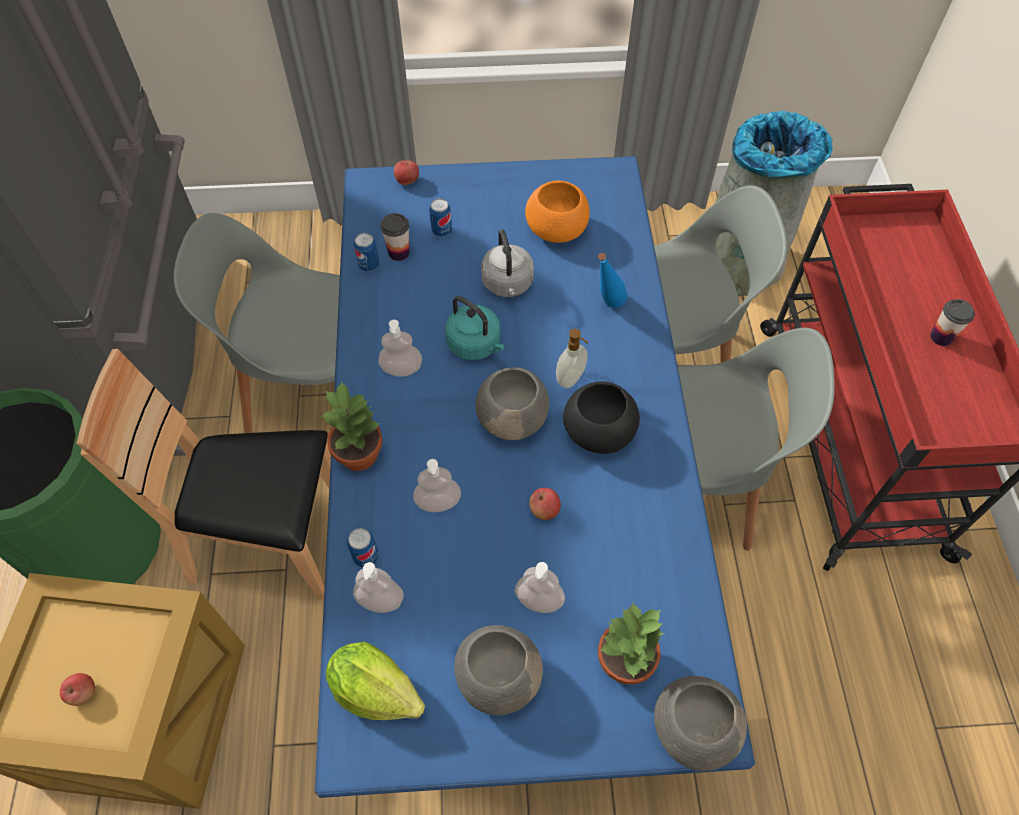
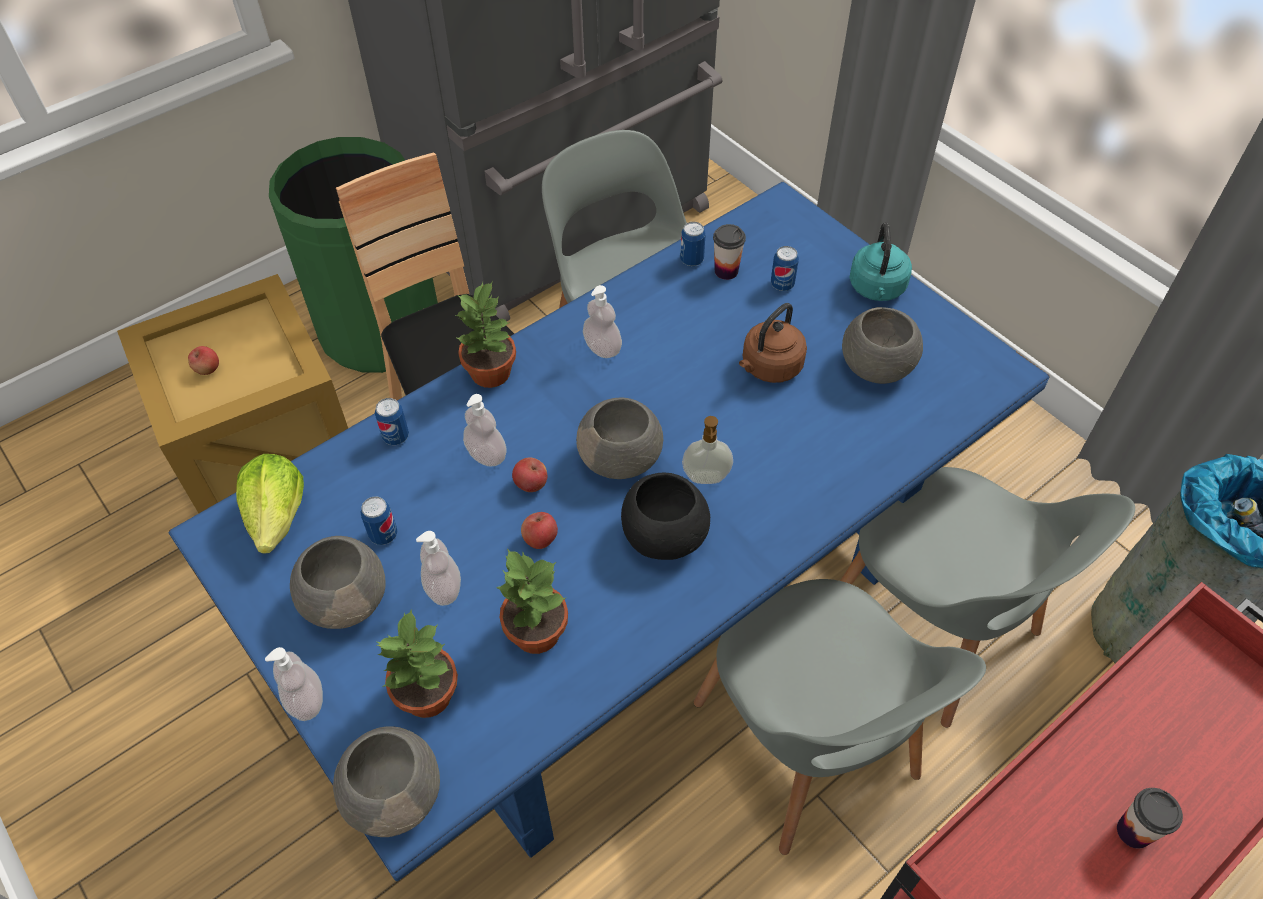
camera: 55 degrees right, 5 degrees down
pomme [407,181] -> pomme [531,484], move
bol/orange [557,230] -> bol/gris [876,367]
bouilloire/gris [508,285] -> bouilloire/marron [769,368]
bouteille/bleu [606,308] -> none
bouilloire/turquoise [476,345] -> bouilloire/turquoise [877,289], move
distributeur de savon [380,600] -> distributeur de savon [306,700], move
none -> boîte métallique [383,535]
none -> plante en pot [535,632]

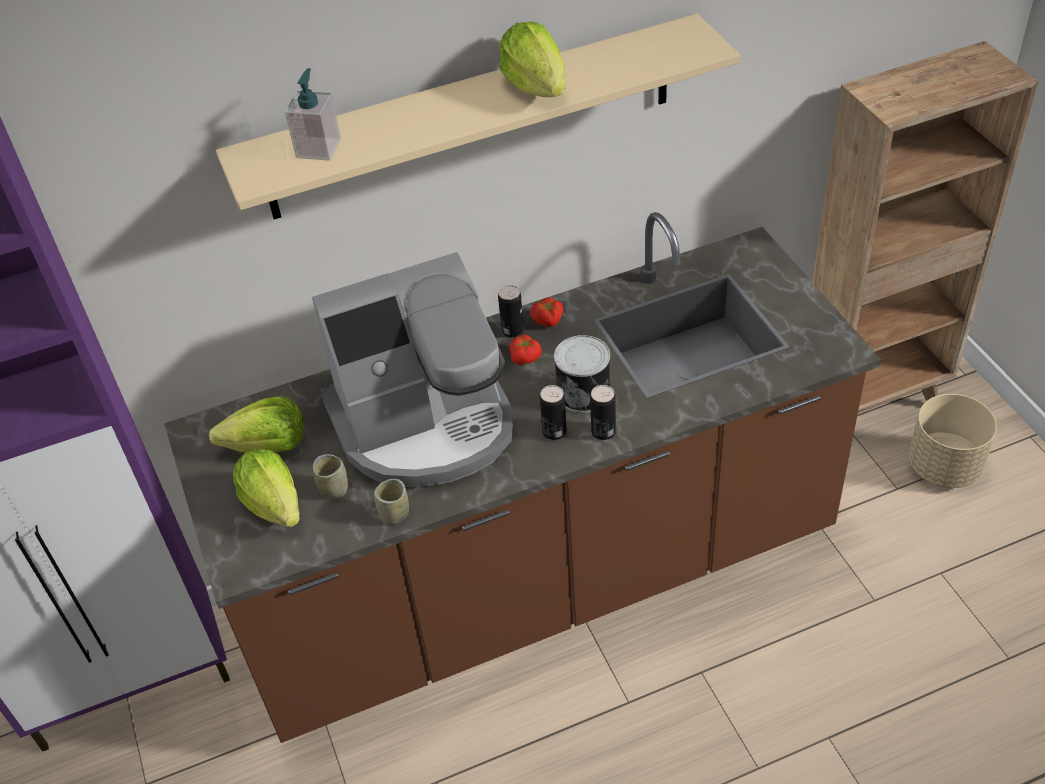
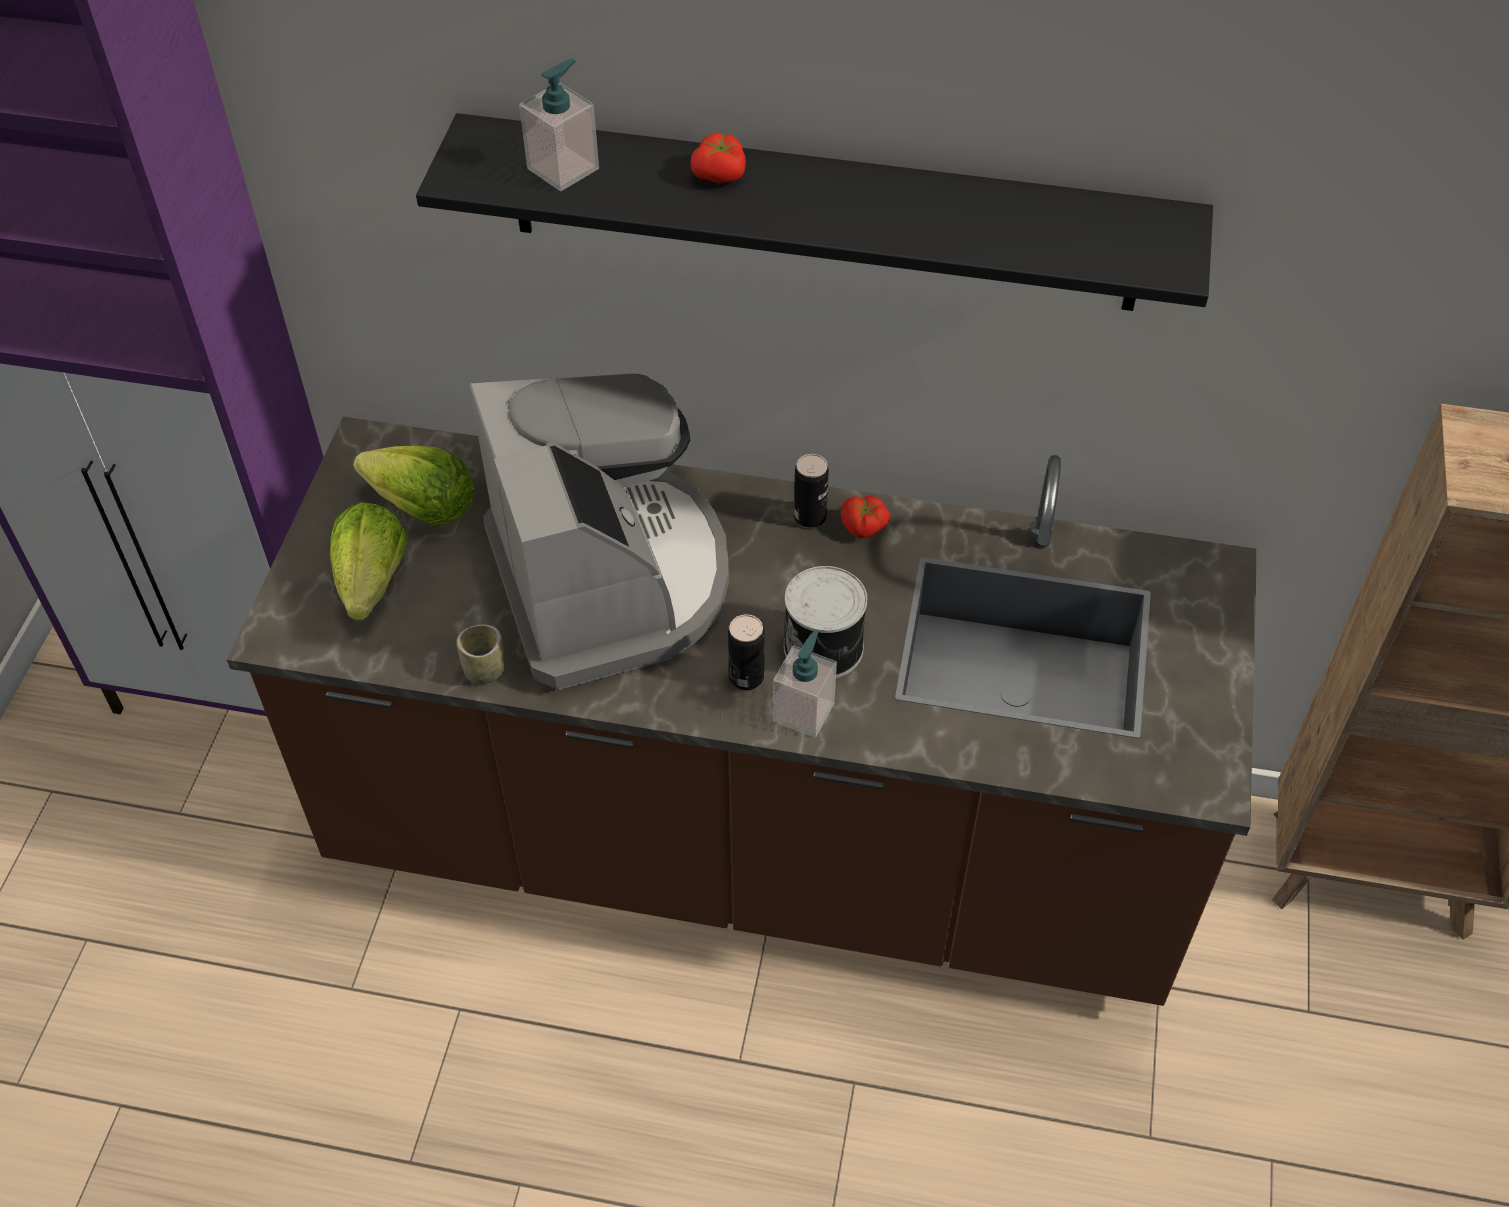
camera: 30 degrees right, 5 degrees up
étagère/beige [472,118] -> étagère/noir [822,214]
laitue [536,87] -> none
machine à café [426,424] -> machine à café [610,580], 120 degrees counterclockwise
tomate [526,358] -> tomate [721,175], move
boîte métallique [603,431] -> distributeur de savon [803,712]
cache-pot/beige [943,466] -> none
tasse [334,489] -> none

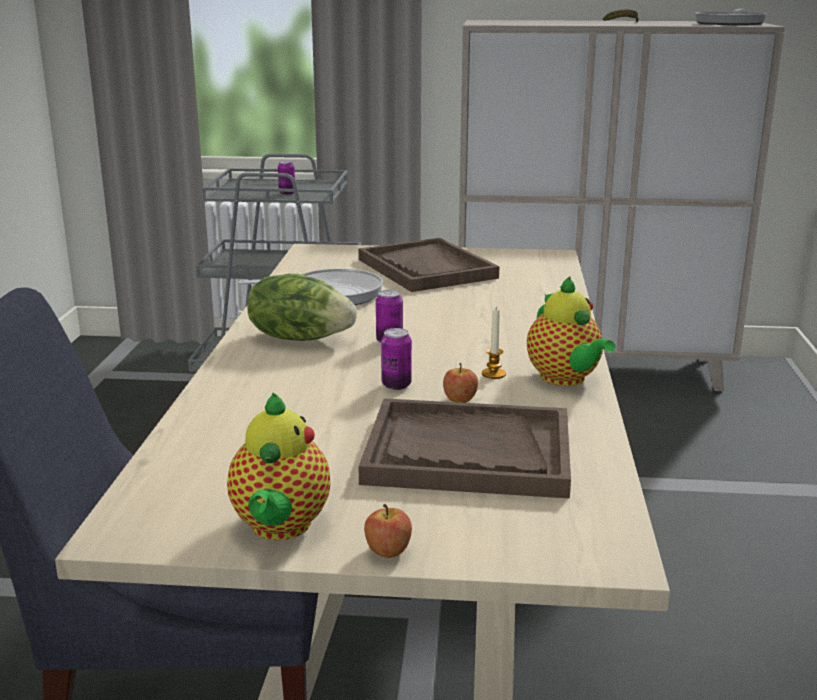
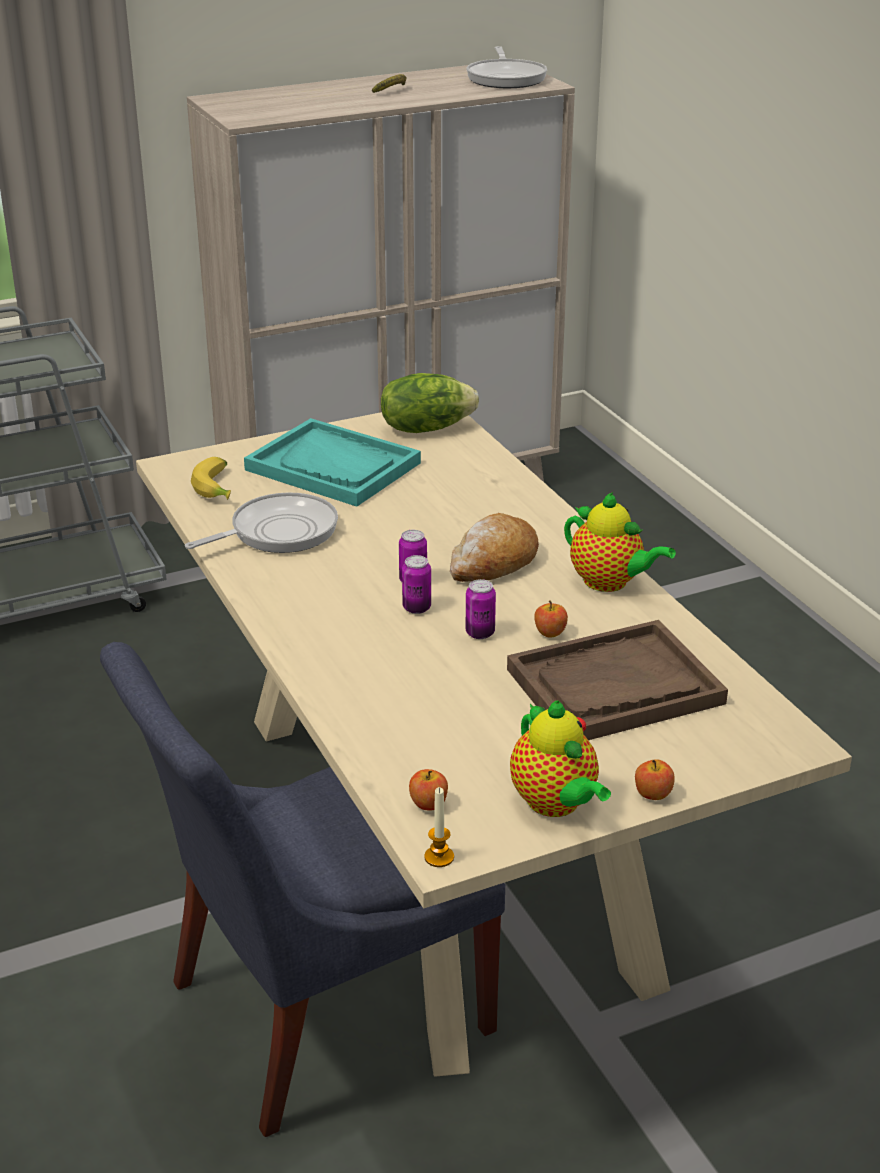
camera: 30 degrees left, 10 degrees up
boîte métallique [287,193] -> boîte métallique [416,608], move
plateau/marron [427,269] -> plateau/turquoise [333,466]
laitue [300,337] -> laitue [426,428], move
bougie [493,374] -> bougie [439,857], move
none -> banane [219,488]
none -> pain [493,562]
none -> pomme [428,804]

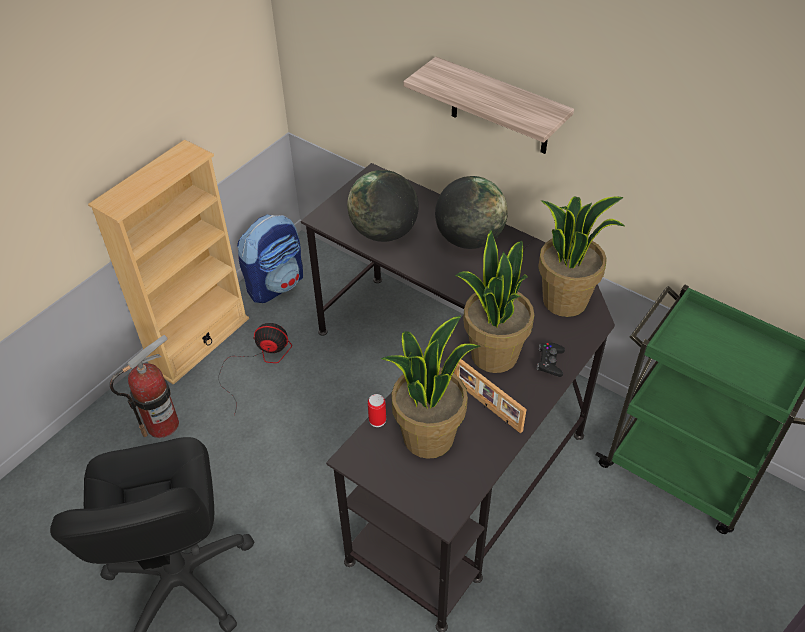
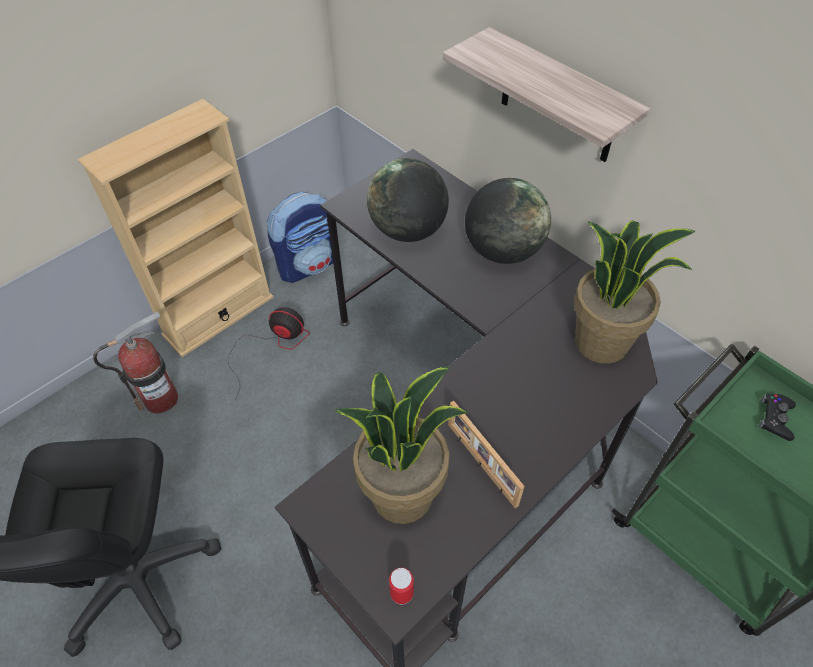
camera: 10 degrees right, 5 degrees up
plante en pot [493,354] -> none
manette/noir [550,362] -> manette/noir [775,418], move
boîte métallique [377,420] -> boîte métallique [401,593], move

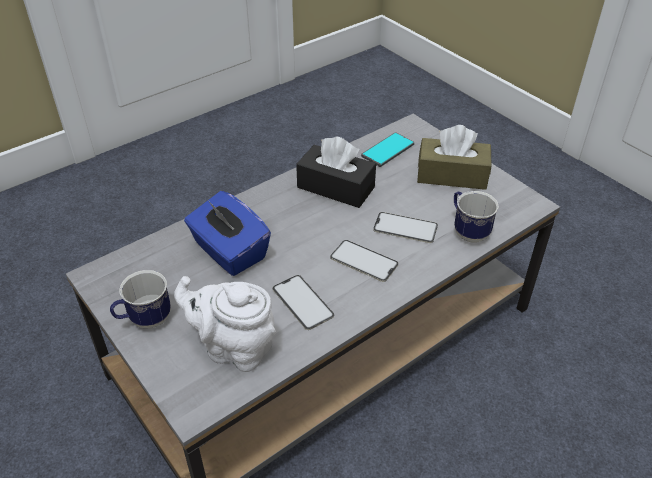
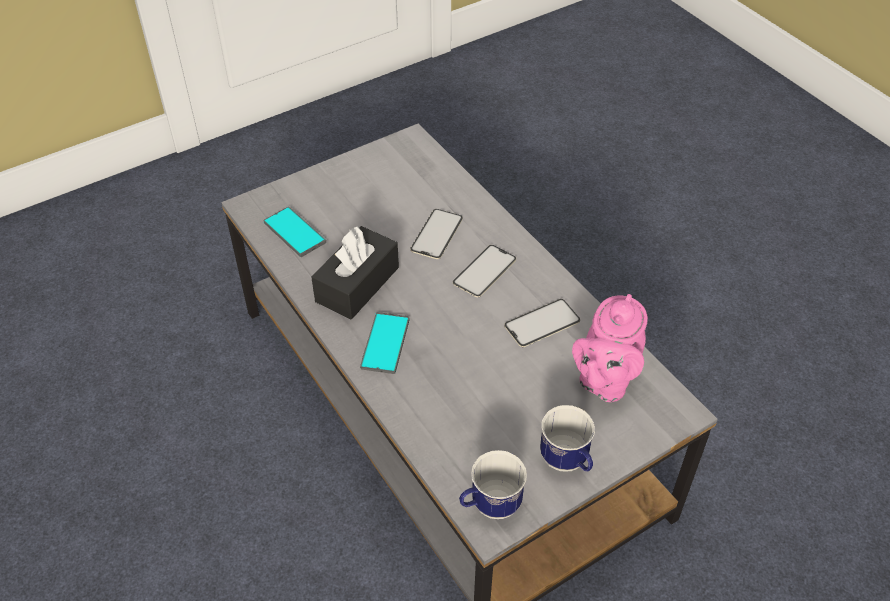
camera: 85 degrees left, 5 degrees up
boîte à mouchoirs/marron [452,175] -> none
boîte à mouchoirs/bleu [229,252] -> none
mug [467,231] -> mug [489,506], move
théière/blanc [234,348] -> théière/rose [604,380]
none -> téléphone [385,343]

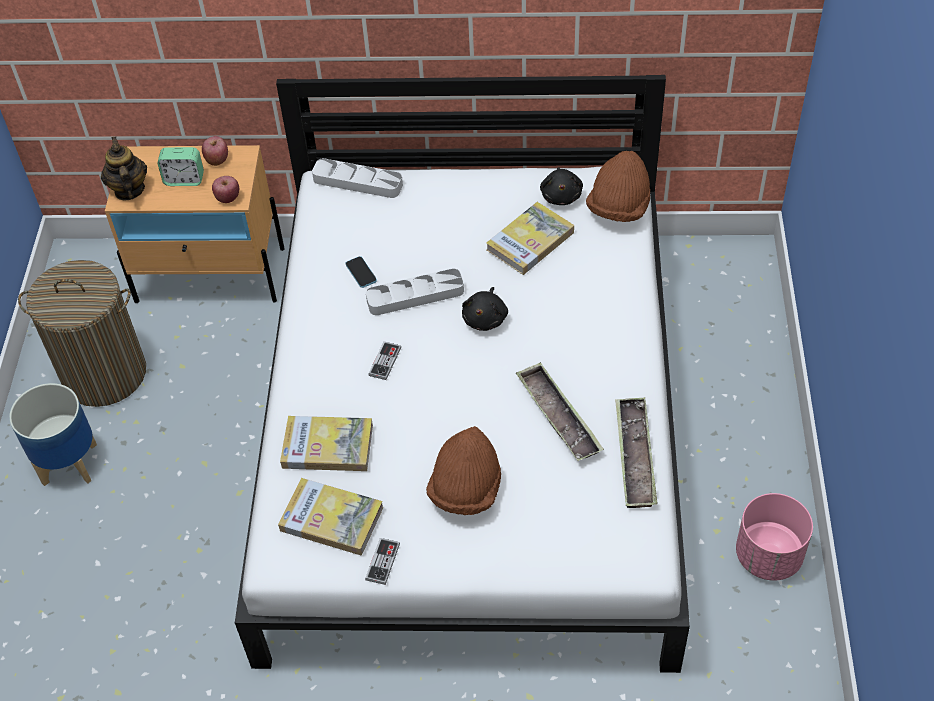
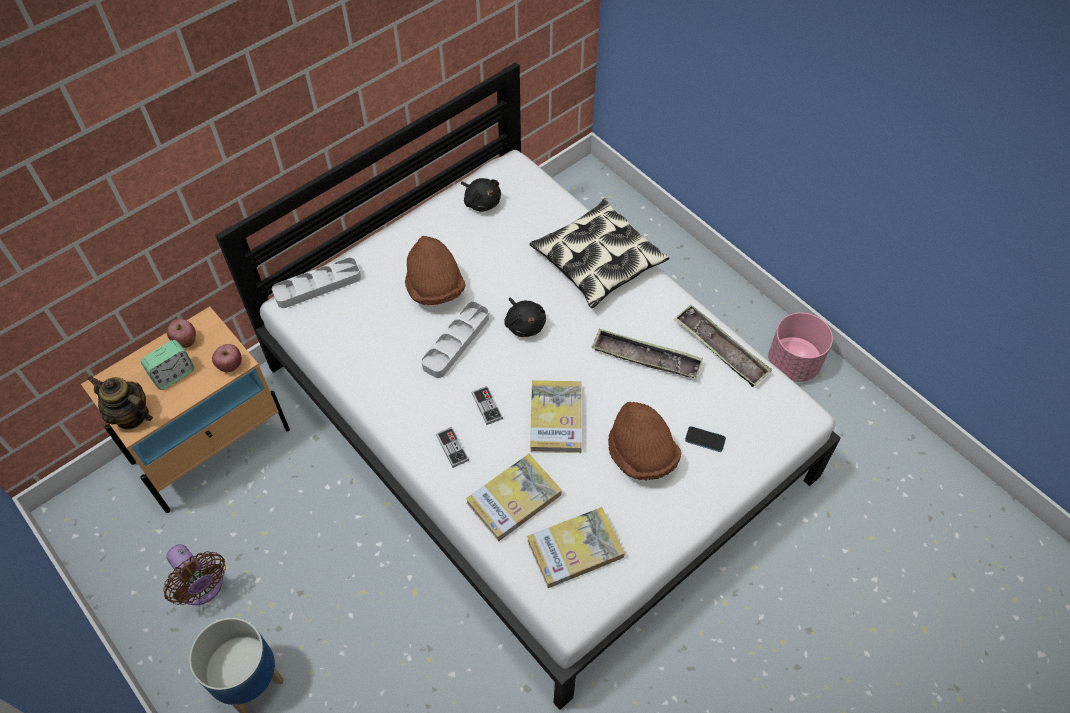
camera: 45 degrees left, 5 degrees up
chapeau/marron [618,208] -> chapeau/marron [435,288], move
livre [530,241] -> livre [556,418], move
téléphone [361,273] -> téléphone [705,439], move
panier à linge [105,373] -> ventilateur/marron [202,587]
manette [383,562] -> manette [452,448], move
none -> coussin [597,261]

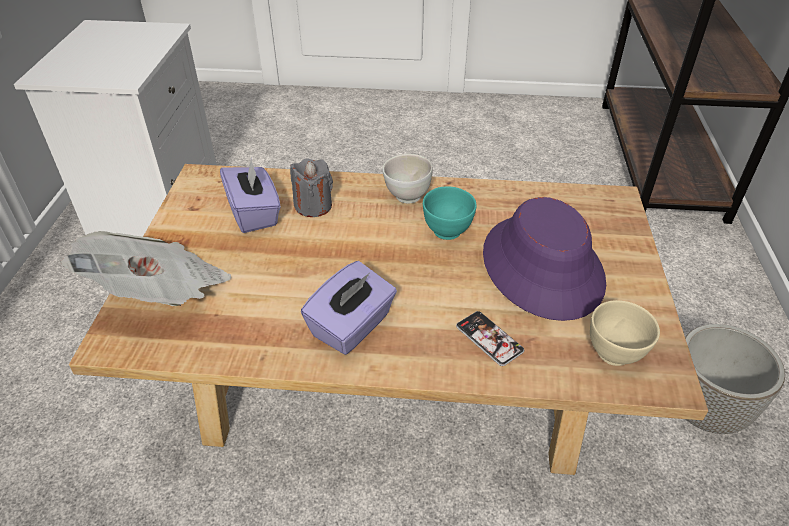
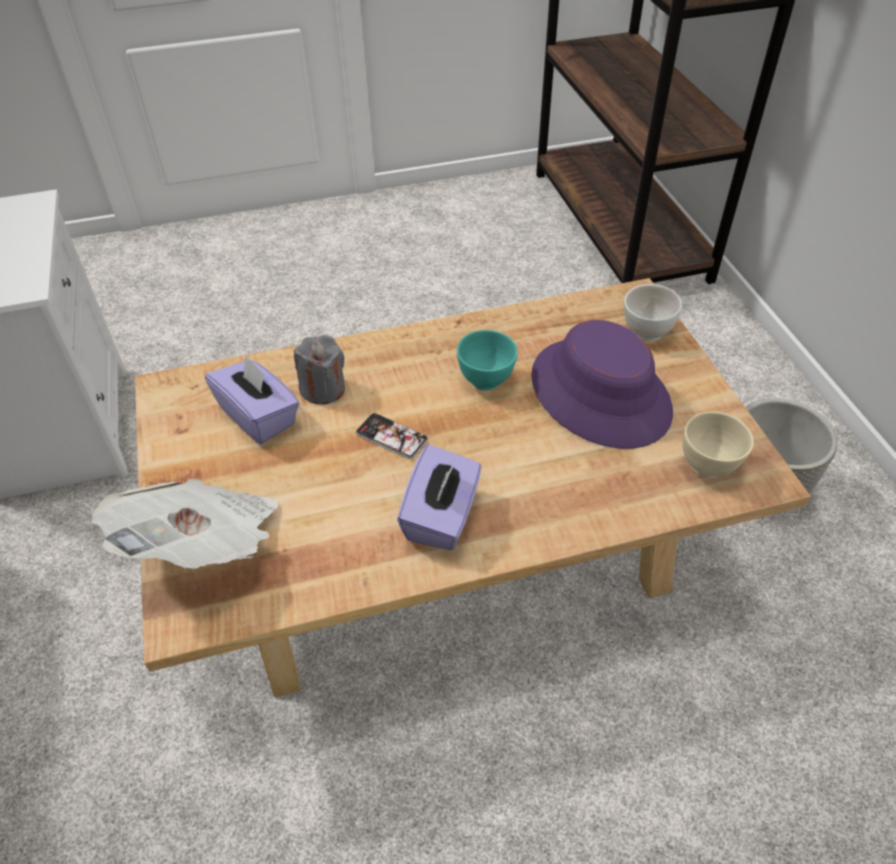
camera: 20 degrees left, 5 degrees up
bol/blanc [407,196] -> bol/blanc [646,333], move
téléphone [489,339] -> téléphone [391,436], move

